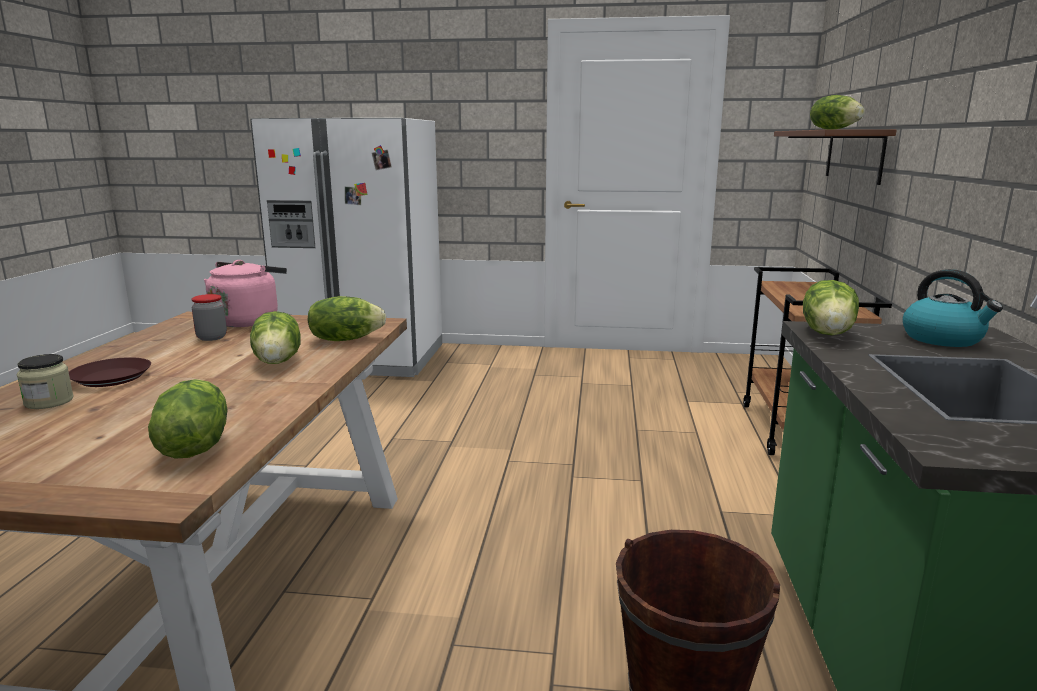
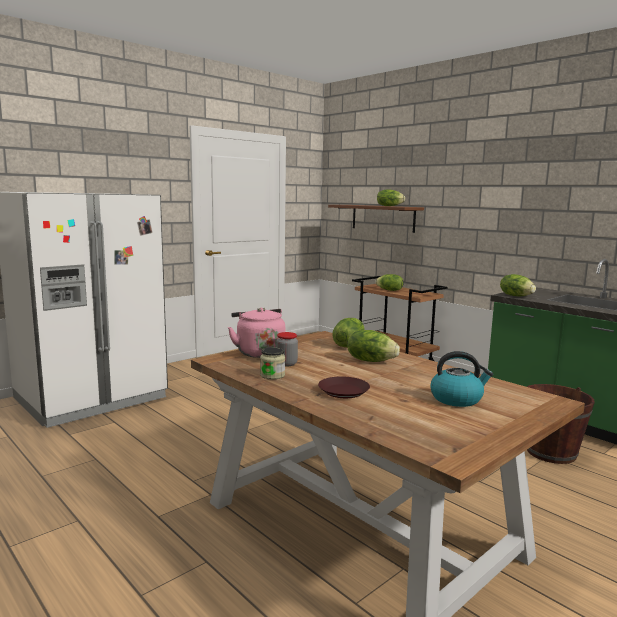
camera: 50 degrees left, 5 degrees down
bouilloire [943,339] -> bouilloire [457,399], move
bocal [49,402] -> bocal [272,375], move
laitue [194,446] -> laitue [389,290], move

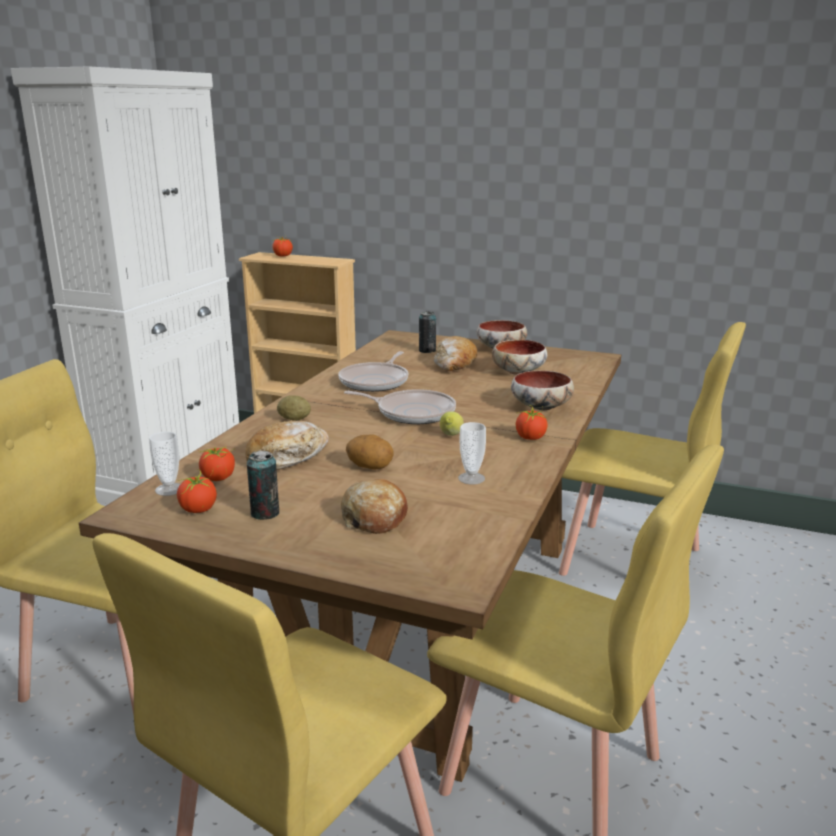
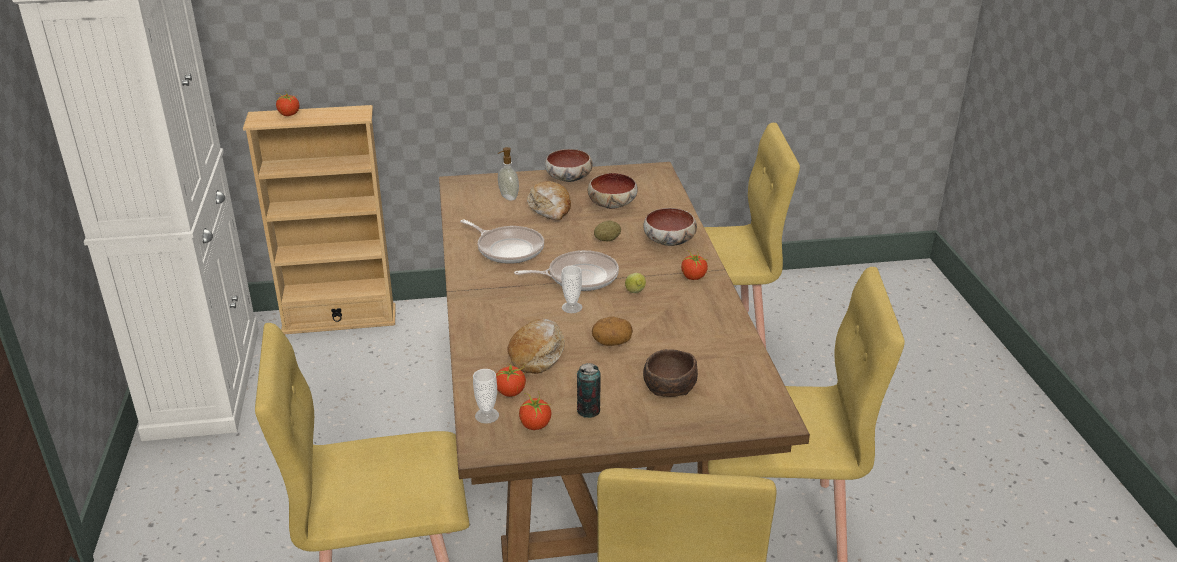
camera: 30 degrees left, 10 degrees up
boîte métallique [427,351] -> distributeur de savon [508,197]
poêle [376,381] -> poêle [508,249], 45 degrees counterclockwise
pomme de terre [294,419] -> pomme de terre [607,240], move
tasse [471,478] -> tasse [572,307], move
pain [374,518] -> bol/marron [668,387]

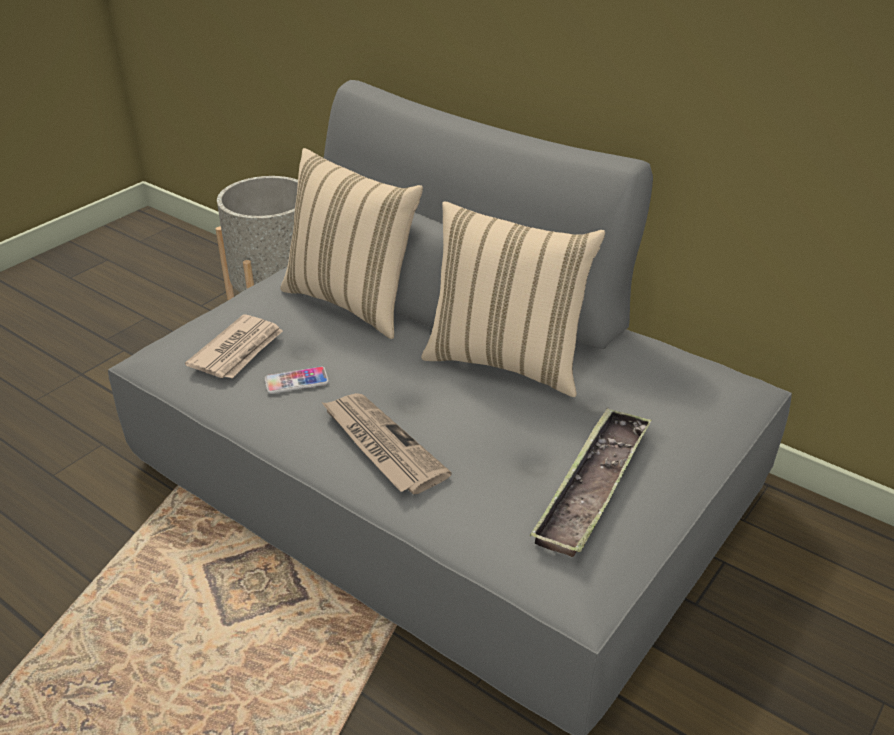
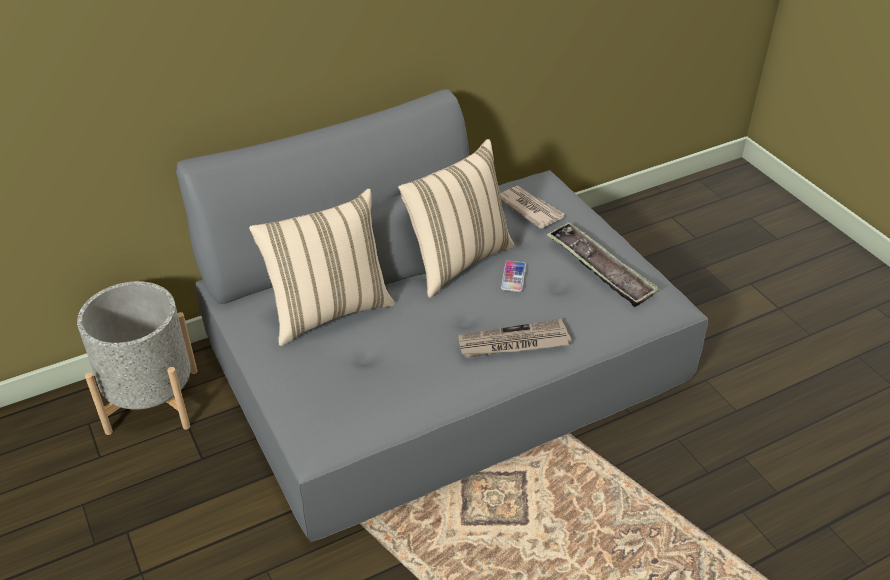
camera: 65 degrees left, 5 degrees up
journal [238,350] -> journal [530,209], move
téléphone [296,381] -> téléphone [513,277], move

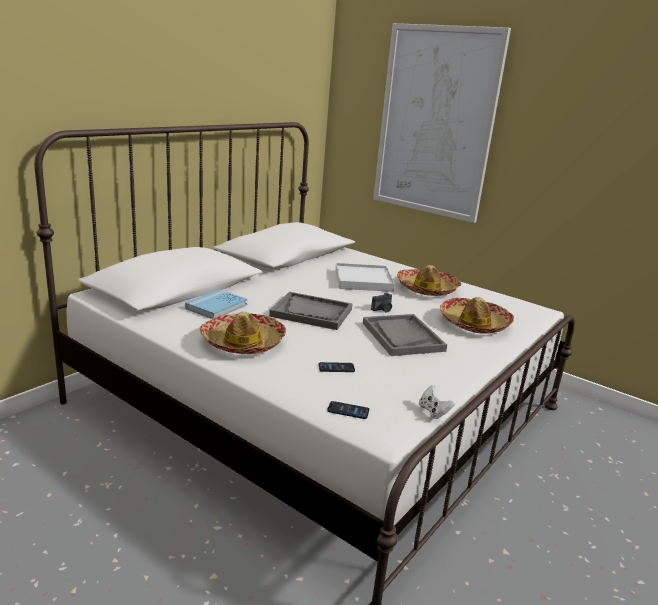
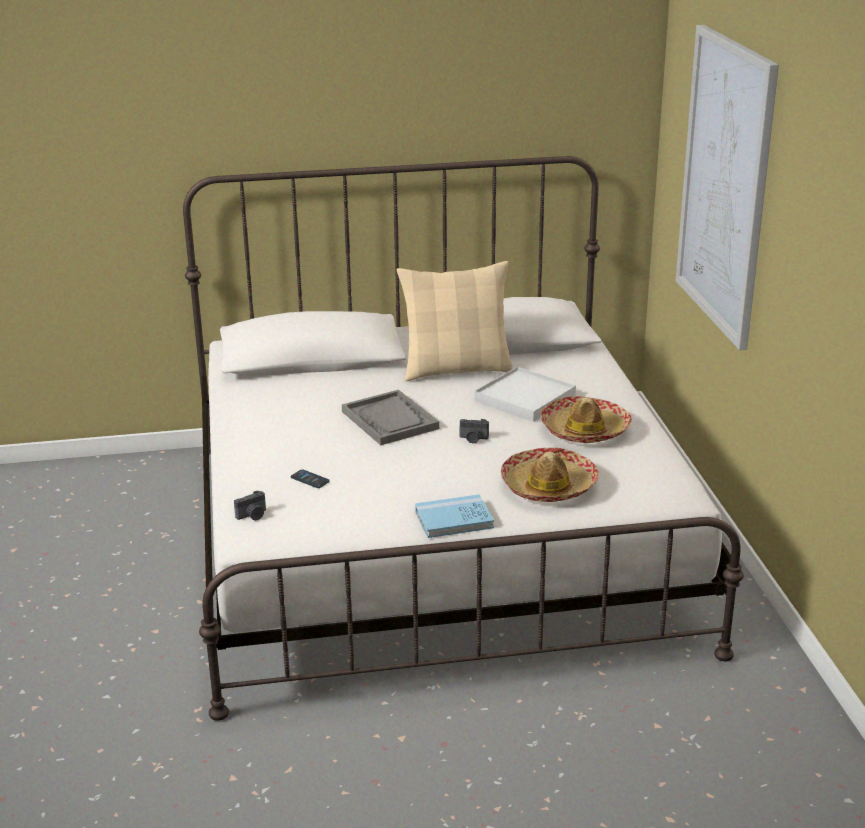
camera: 45 degrees right, 5 degrees up
livre/bleu [216,306] -> livre/bleu [454,519], move
chapeau [243,342] -> none
plateau/gris [402,336] -> none
manette/blanc [433,411] -> none
téléphone [348,411] -> appareil photo [253,515]
none -> coussin/beige [456,370]

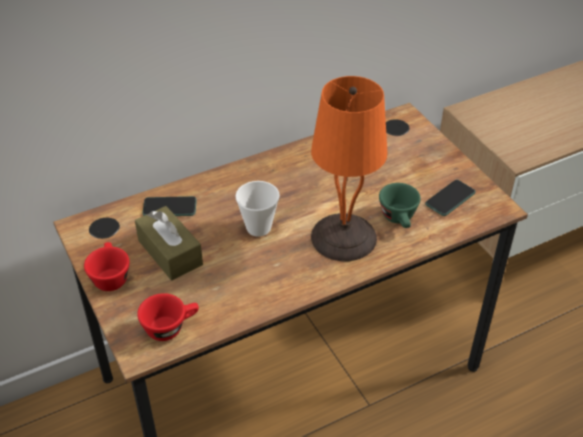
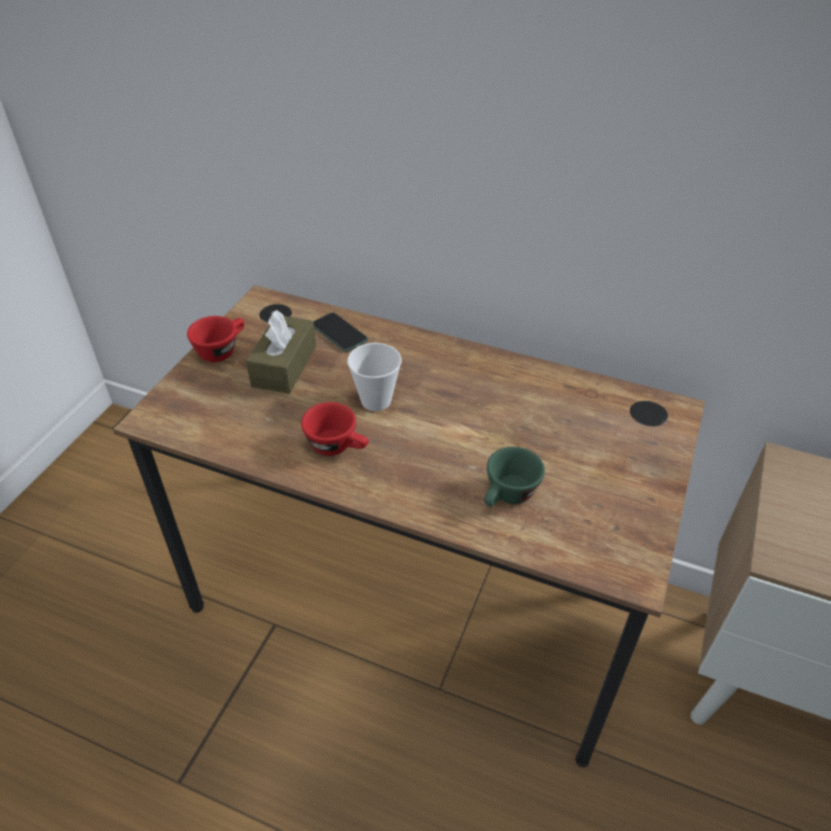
camera: 50 degrees right, 0 degrees up
lampe de table/orange [345,236] -> none
téléphone [450,198] -> none
tasse/rouge [170,327] -> tasse/rouge [338,446], move

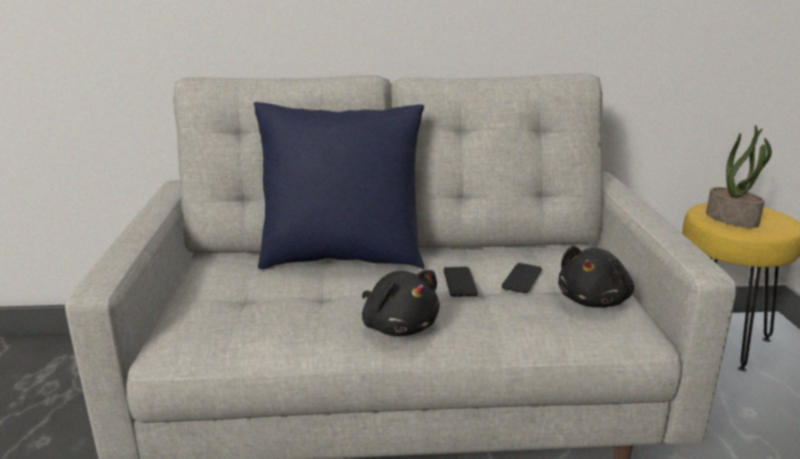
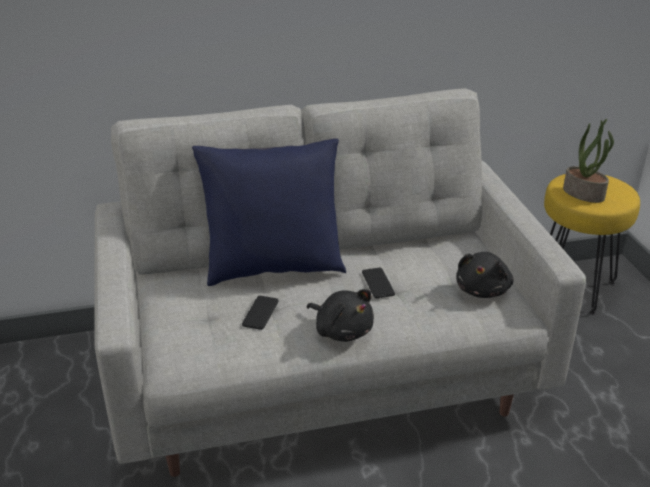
camera: 10 degrees left, 10 degrees up
téléphone [522,278] -> téléphone [260,313], move

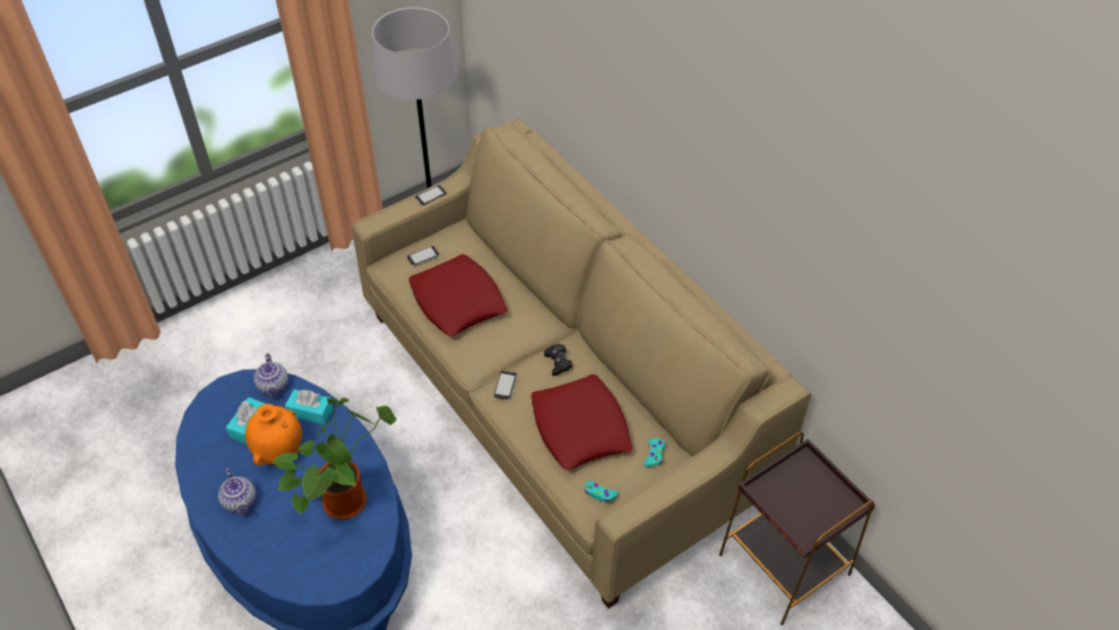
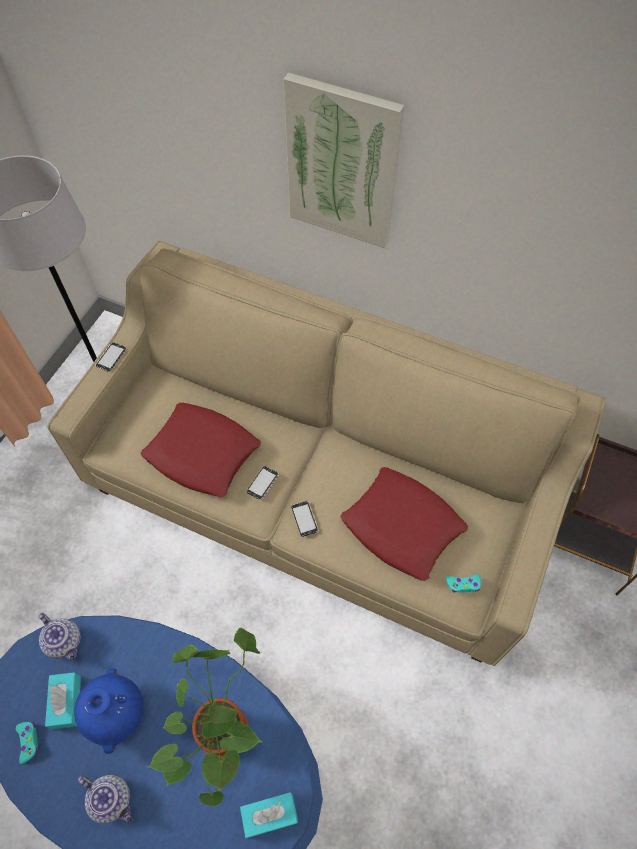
camera: 30 degrees left, 10 degrees up
téléphone [423,257] -> téléphone [263,483], move
manette/noir [558,362] -> none
boîte à mouchoirs/turquoise [310,412] -> boîte à mouchoirs/turquoise [269,815], move
vase/orange [279,451] -> vase/bleu [118,713]
manette/turquoise [654,454] -> manette/turquoise [28,741], move
none -> tableau [342,164]

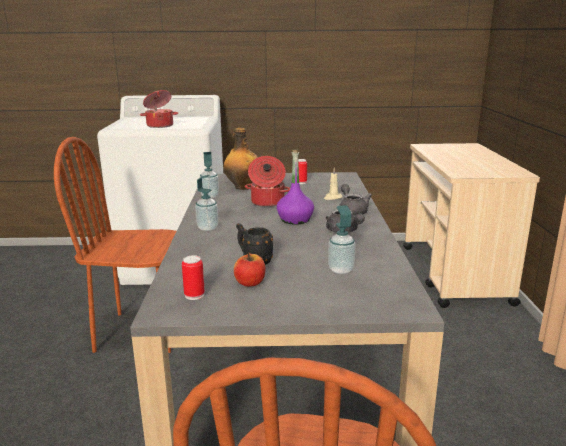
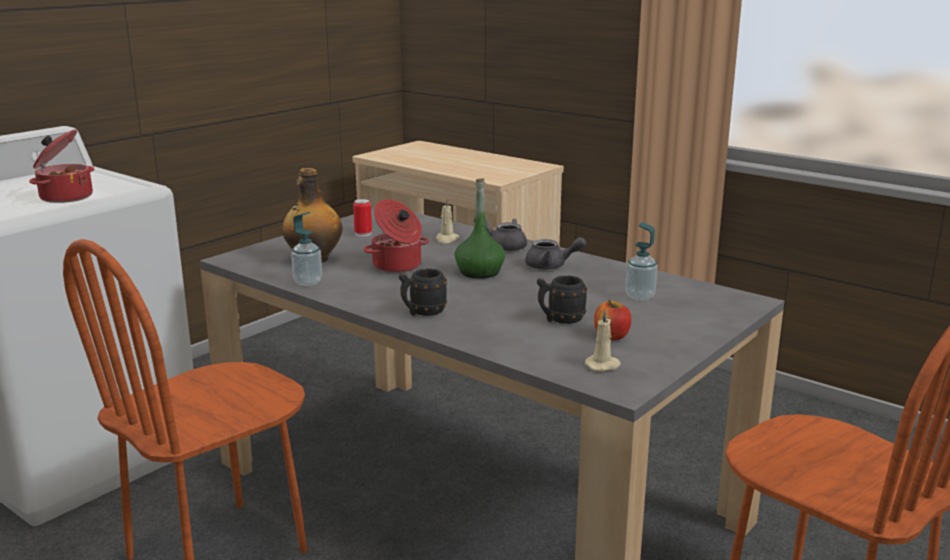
camera: 50 degrees left, 0 degrees up
bouteille/violet [295,219] -> bouteille/vert [479,272]
distributeur de savon [207,228] -> mug/noir [422,312]
boîte métallique [194,295] -> bougie/beige [603,365]

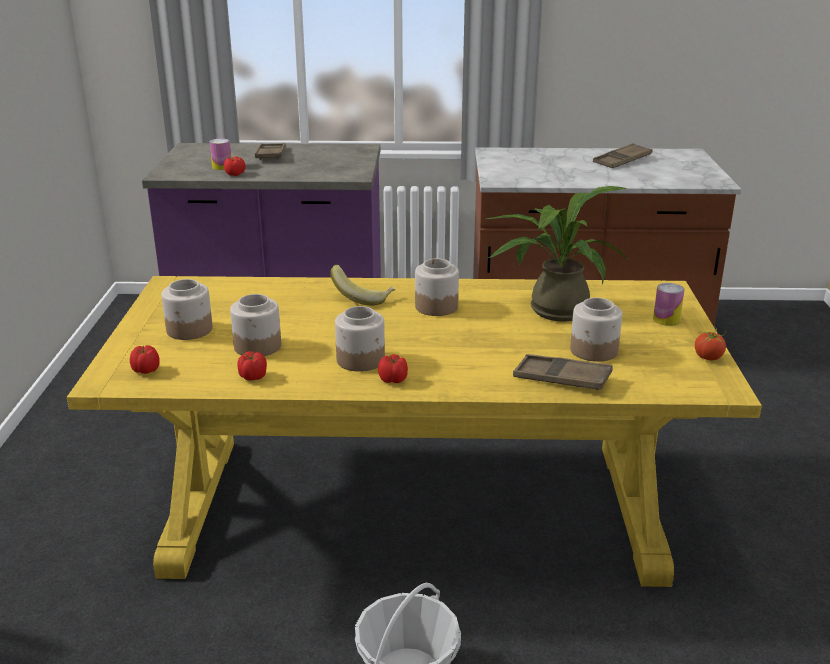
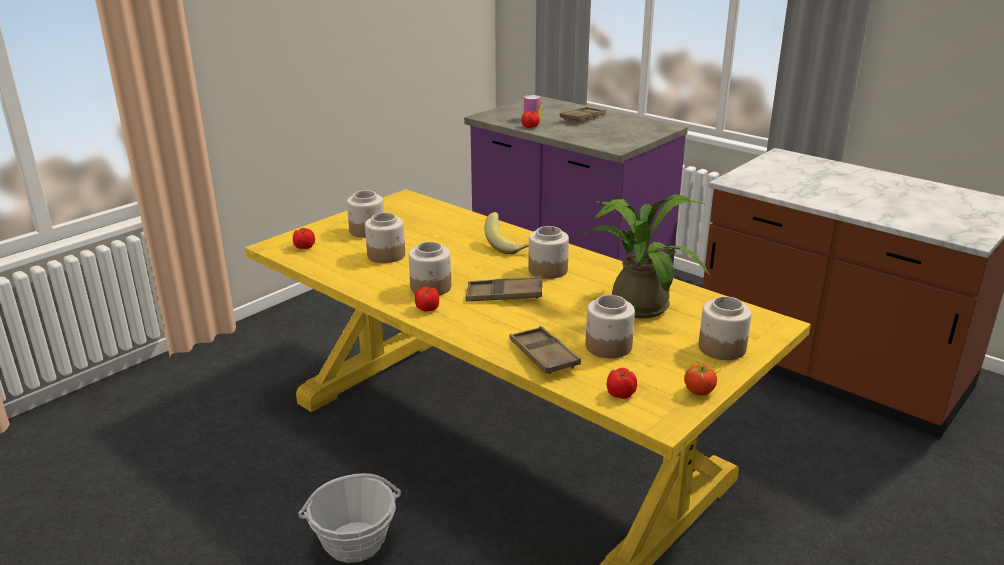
camera: 40 degrees right, 0 degrees up
plateau/marron [622,161] -> plateau/marron [504,295], move
boîte métallique [666,320] -> bocal [721,348]
tomate [252,377] -> tomate [620,394], move

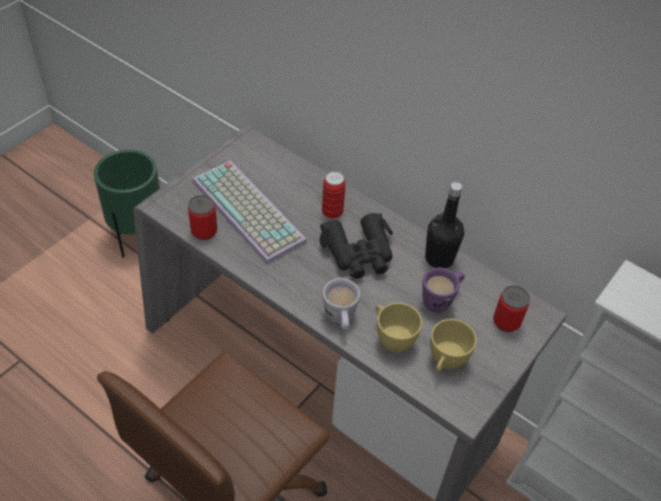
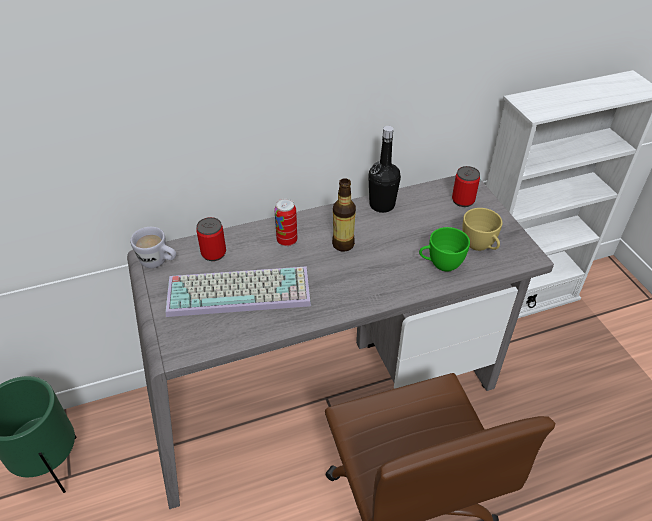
camera: 55 degrees left, 5 degrees down
boîte métallique [204,231] -> boîte métallique [213,253], move
jumelles/noir [359,253] -> bouteille [343,244]
mug/violet [441,299] -> none
mug/blanc [340,319] -> mug/blanc [159,262], move
tasse/jaune [392,338] -> tasse/vert [440,264]

